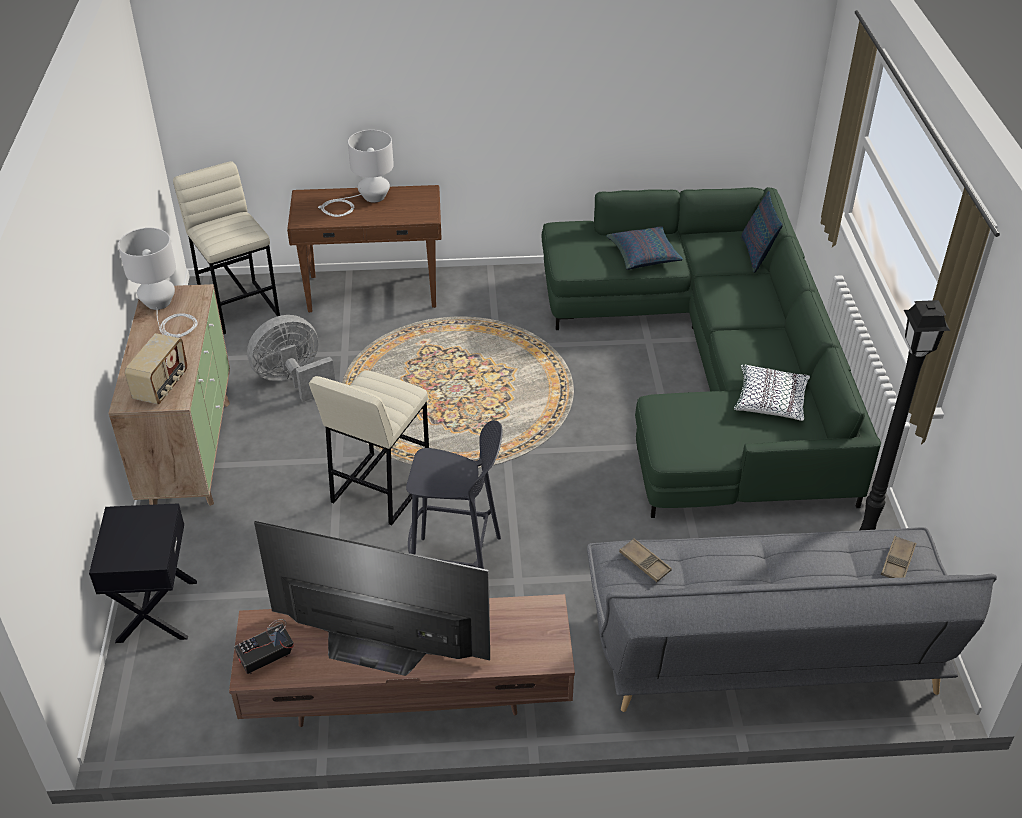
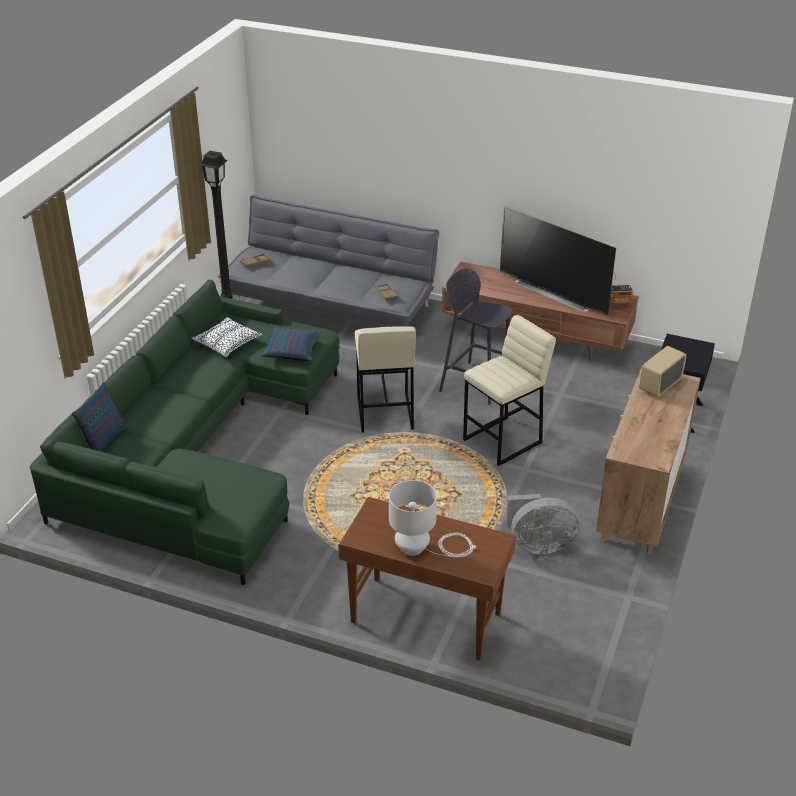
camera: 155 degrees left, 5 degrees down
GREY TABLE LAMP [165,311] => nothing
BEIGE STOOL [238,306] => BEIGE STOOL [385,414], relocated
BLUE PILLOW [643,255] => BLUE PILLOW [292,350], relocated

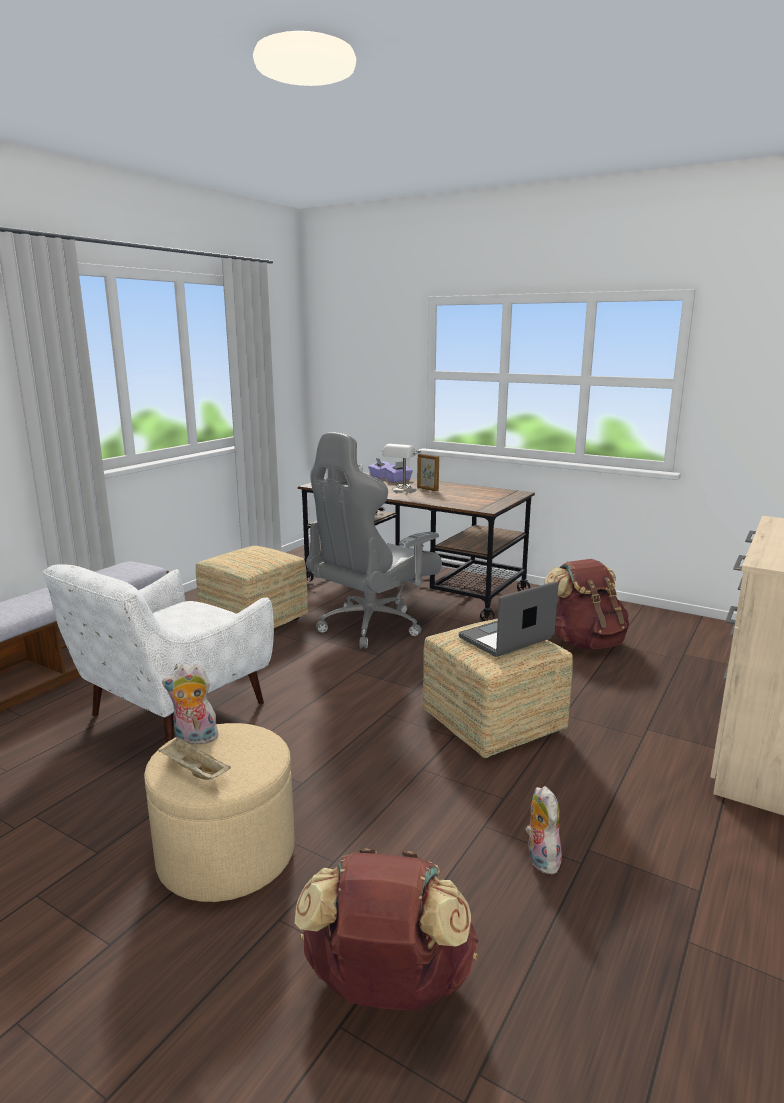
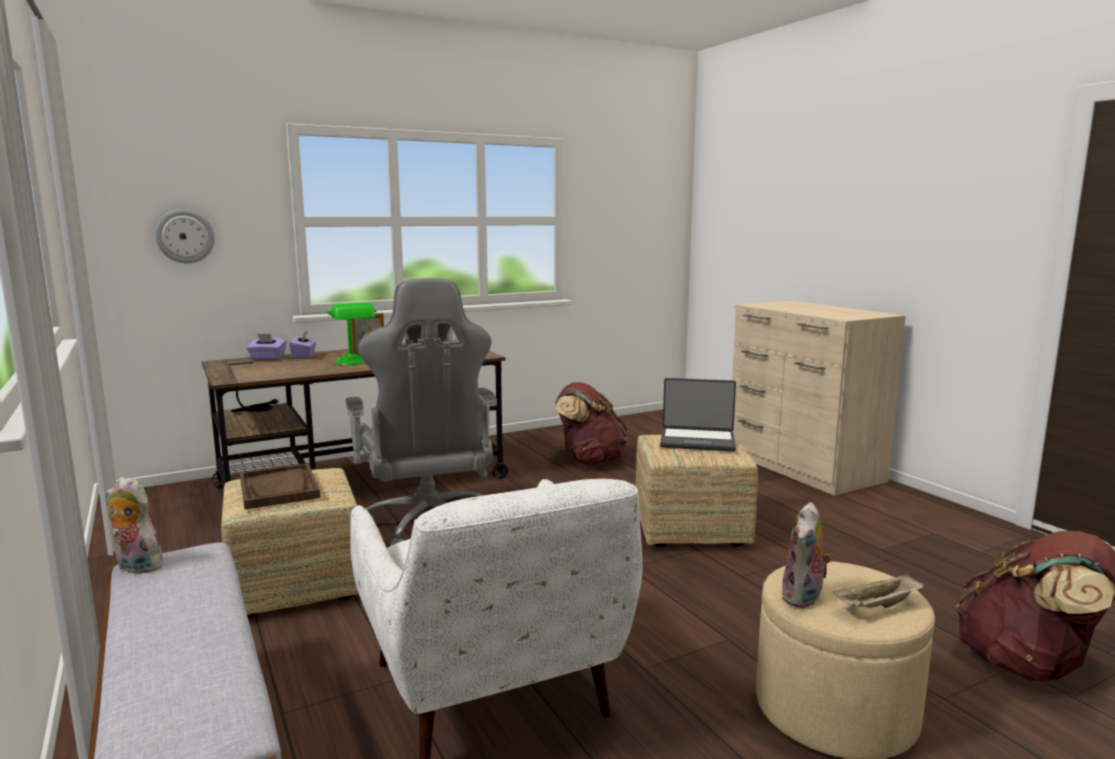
camera: 60 degrees left, 5 degrees down
nothing => WALL CLOCK [185,236]
nothing => BROWN TRAY [279,489]
PLUSH TOY [540,858] => PLUSH TOY [135,567], relocated
WHITE TABLE LAMP [402,491] => GREEN TABLE LAMP [354,362]
LAPTOP [507,639] => LAPTOP [697,441], 75 degrees counterclockwise

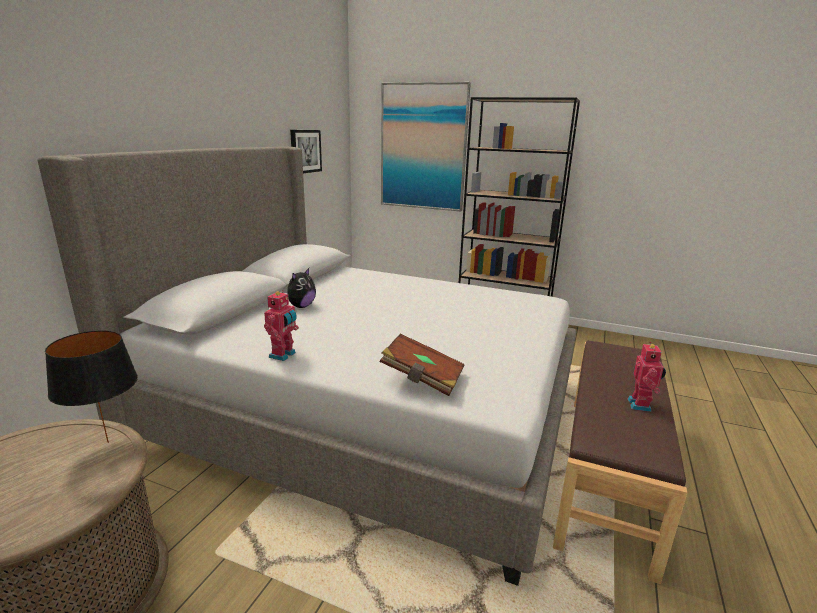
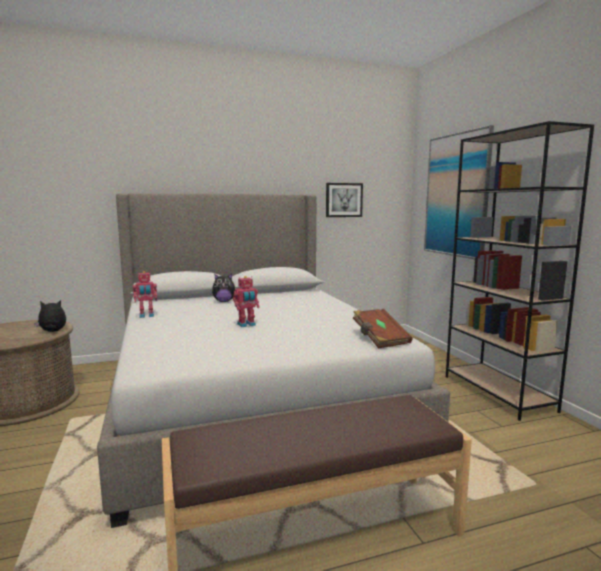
camera: 50 degrees right, 10 degrees down
BROWN BOOK [422,378] => BROWN BOOK [379,339], relocated
TOY ROBOT [641,405] => TOY ROBOT [246,325], relocated
BLACK TABLE LAMP [108,443] => PLUSH TOY [53,332]

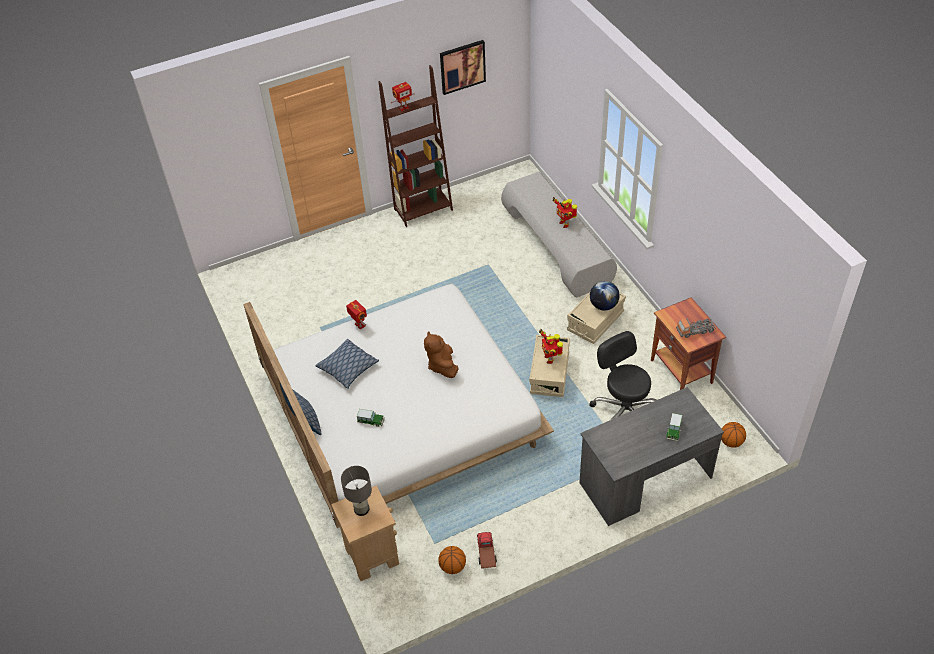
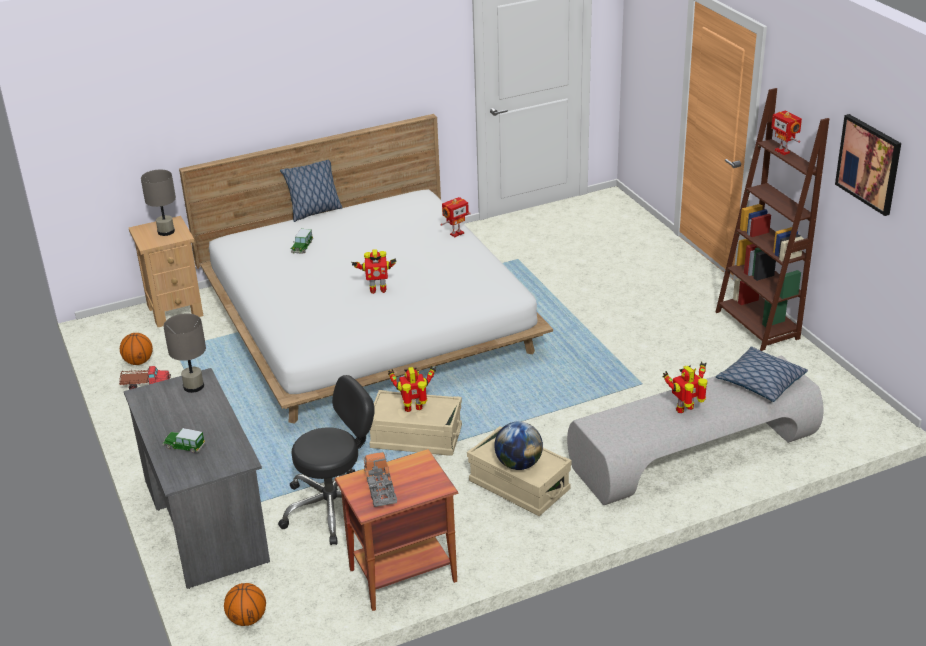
camera: 90 degrees right, 15 degrees down
nothing => GREY TABLE LAMP [193,386]
PILLOW [348,368] => PILLOW [760,382], relocated
BROWN PLUSH TOY [442,366] => TOY ROBOT [377,289]

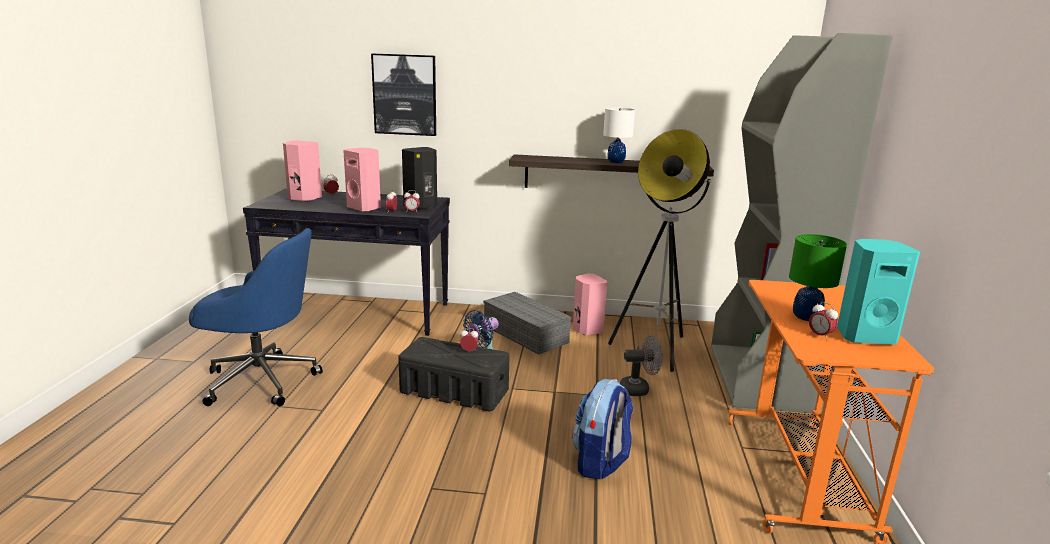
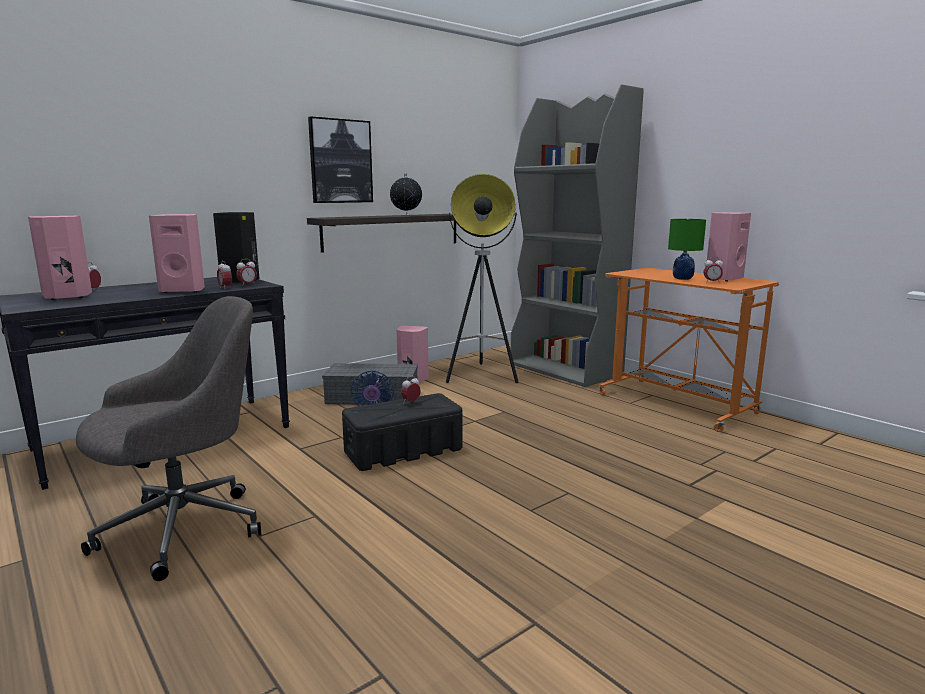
camera: 45 degrees left, 5 degrees down
BACKPACK [601,463] => nothing
GREY FAN [639,389] => nothing
PICTURE [405,95] => PICTURE [340,161], relocated
WHITE TABLE LAMP [615,162] => GLOBE [406,215]
BLUE OFFICE CHAIR [262,381] => GREY OFFICE CHAIR [184,529]
TURQUOISE SPEAKER [864,336] => PINK SPEAKER [722,279]

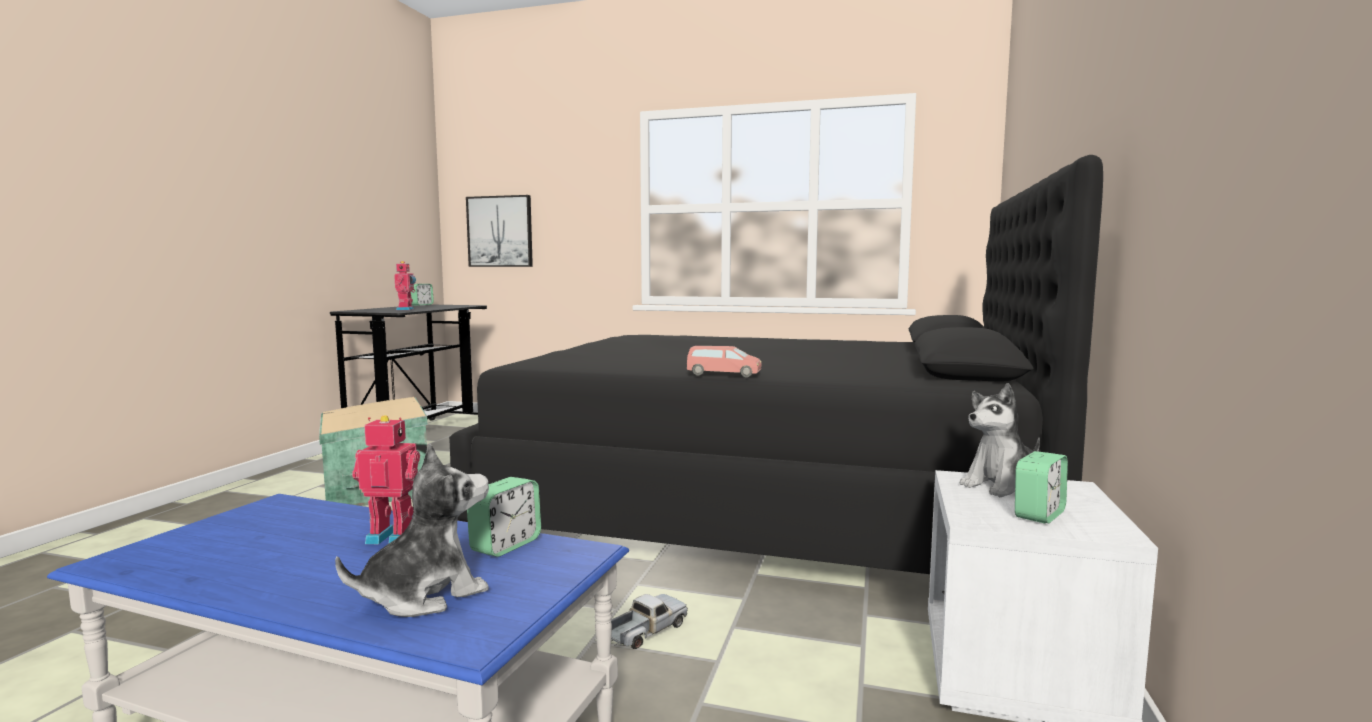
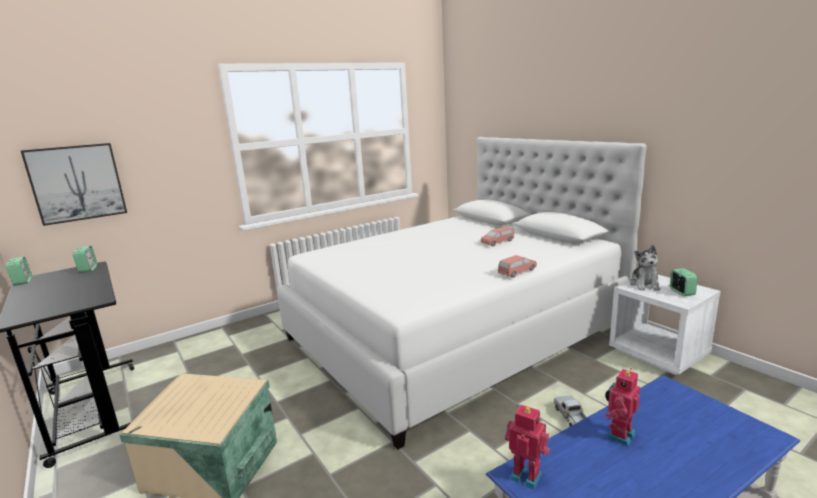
camera: 50 degrees left, 10 degrees up
PLUSH TOY [425,594] => nothing
nothing => PINK TOY CAR [497,242]
TOY ROBOT [406,309] => TOY ROBOT [526,475], relocated
ALARM CLOCK [505,545] => ALARM CLOCK [88,269], relocated
BLACK BED [764,505] => WHITE BED [454,333]

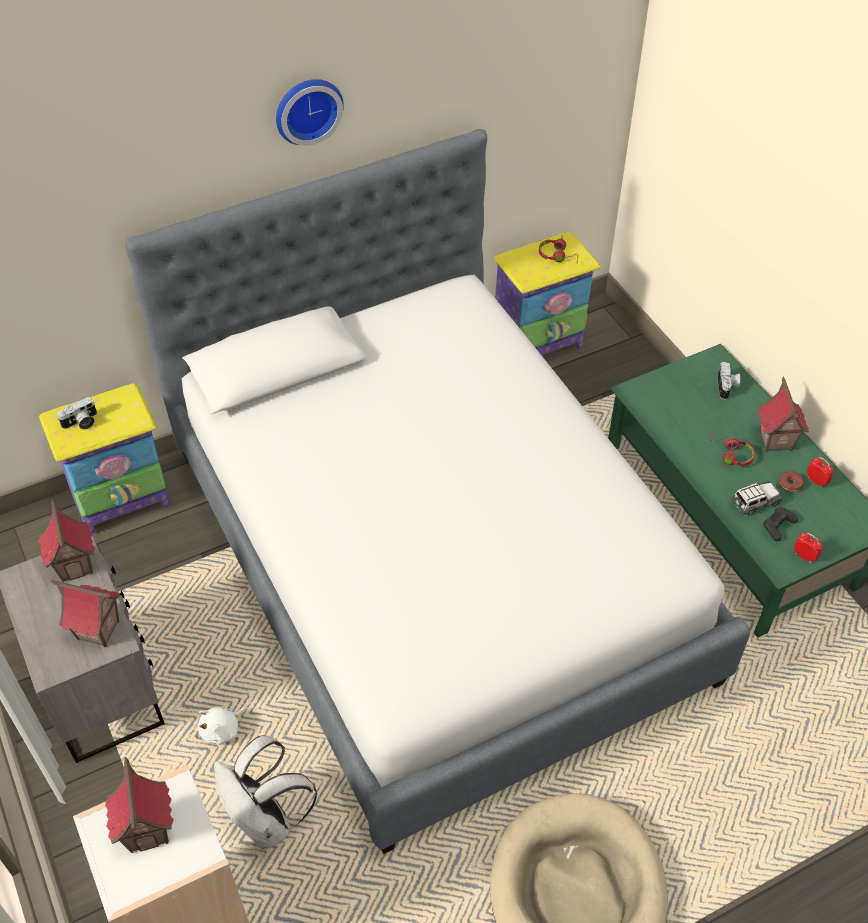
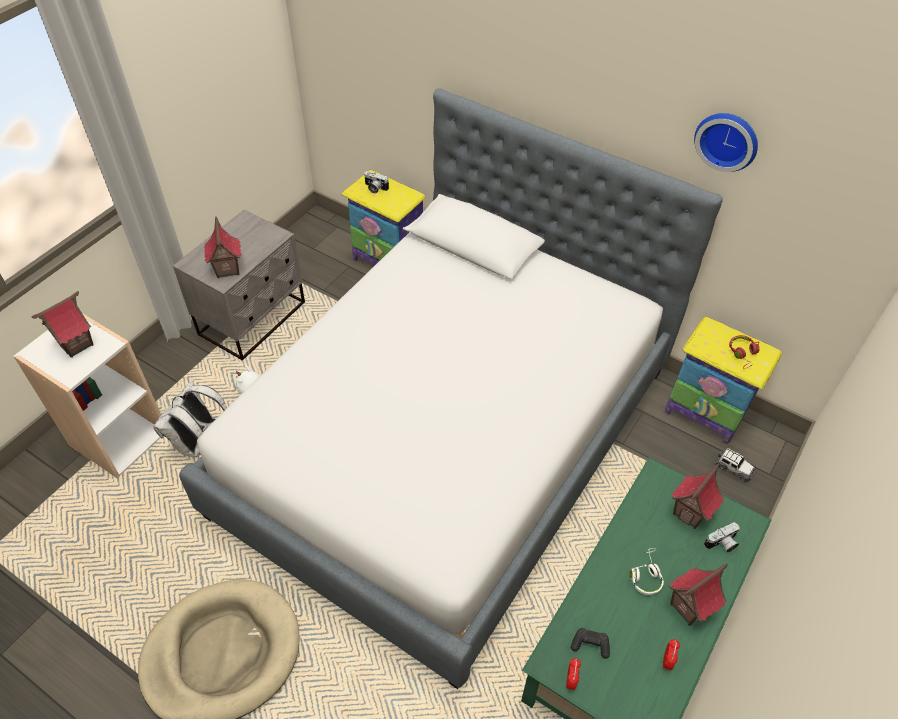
camera: 60 degrees right, 0 degrees up
DONUT [790,484] => nothing
TOY HOUSE [75,565] => TOY HOUSE [690,513], relocated
WALL CLOCK [307,109] => WALL CLOCK [727,140], relocated
TOY CAR [755,502] => TOY CAR [734,468], relocated
RED HEADPHONES [731,454] => WHITE HEADPHONES [645,575]

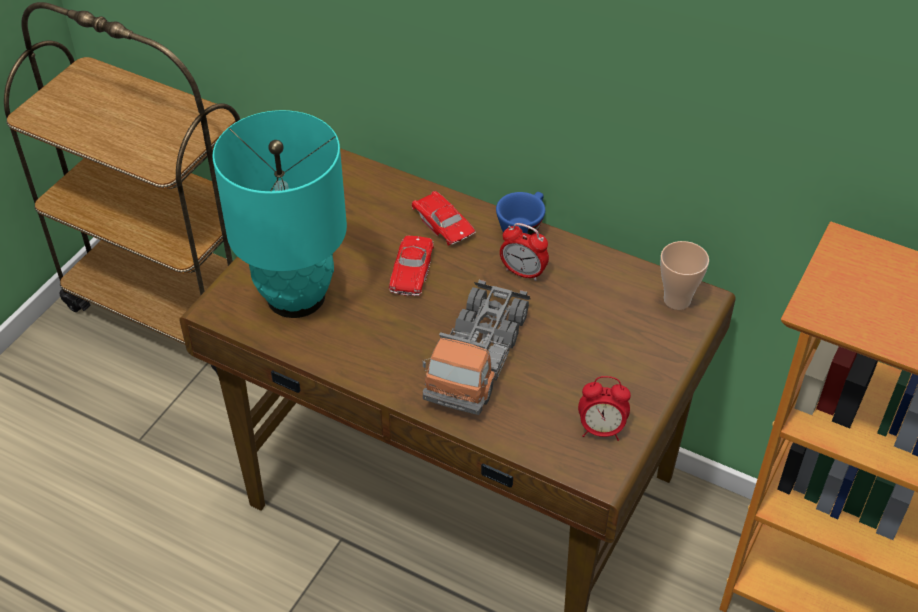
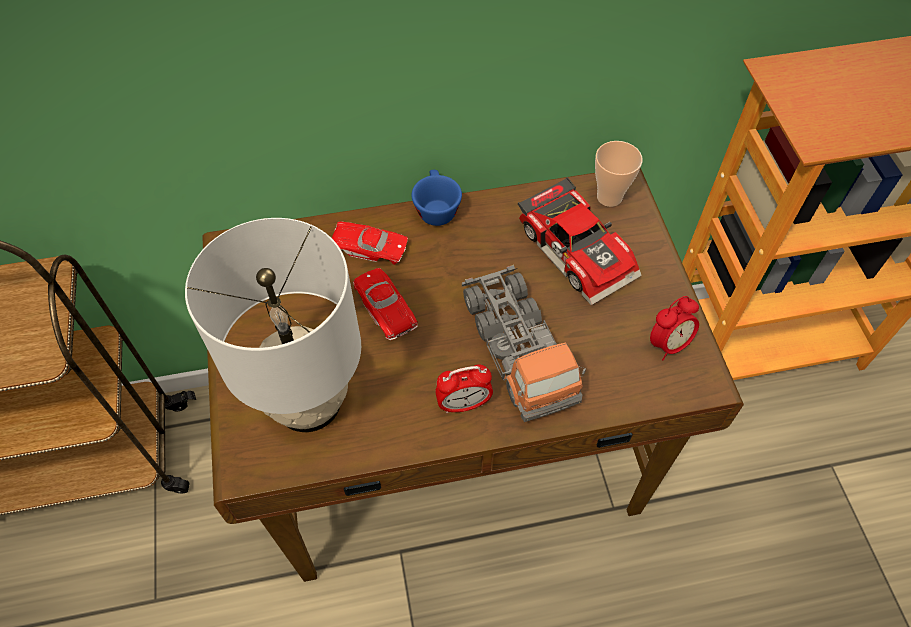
camera: 40 degrees left, 10 degrees up
nothing => TOY CAR [579,249]
ALARM CLOCK [523,272] => ALARM CLOCK [463,404], relocated
TURQUOISE TABLE LAMP [296,296] => WHITE TABLE LAMP [309,402]

